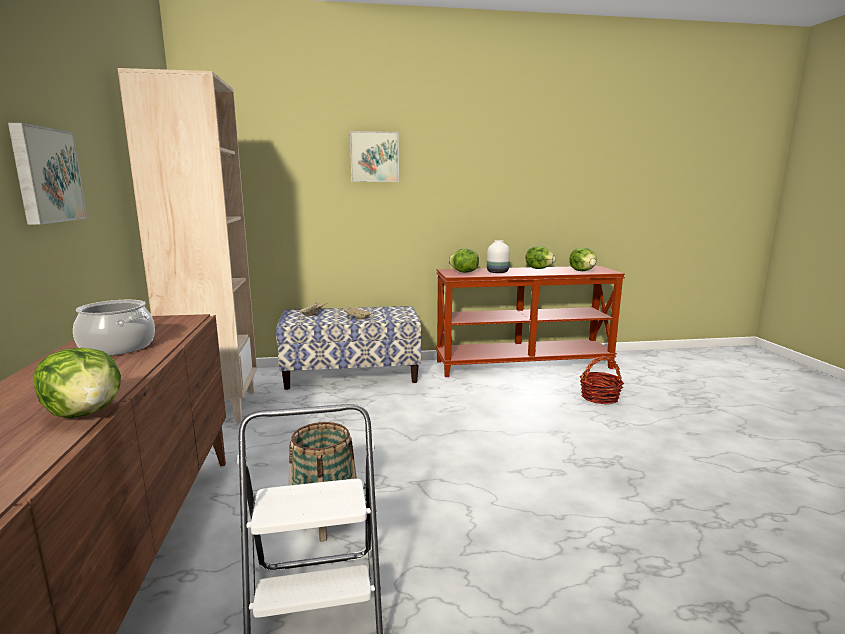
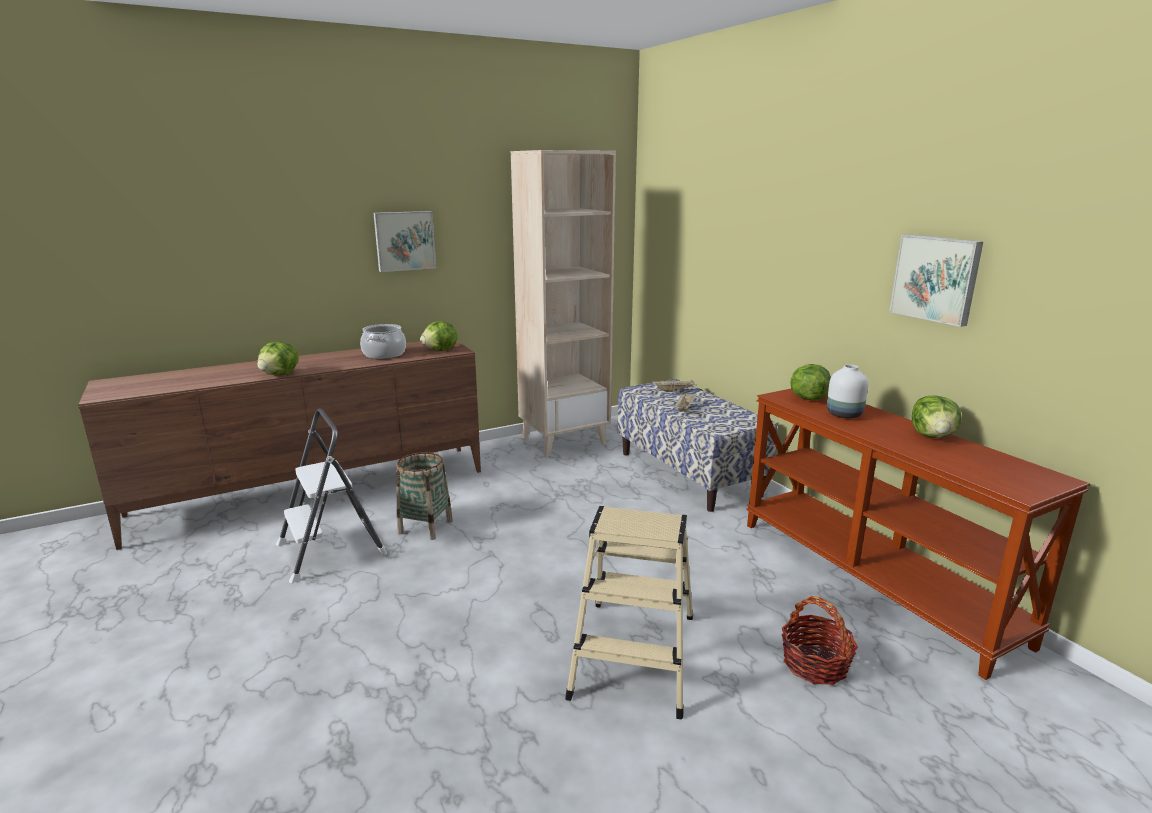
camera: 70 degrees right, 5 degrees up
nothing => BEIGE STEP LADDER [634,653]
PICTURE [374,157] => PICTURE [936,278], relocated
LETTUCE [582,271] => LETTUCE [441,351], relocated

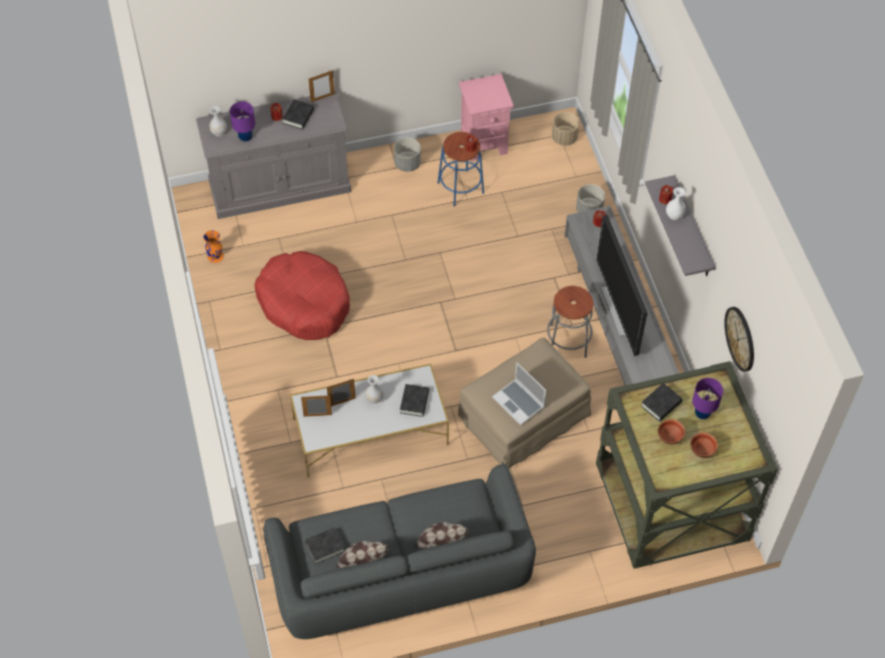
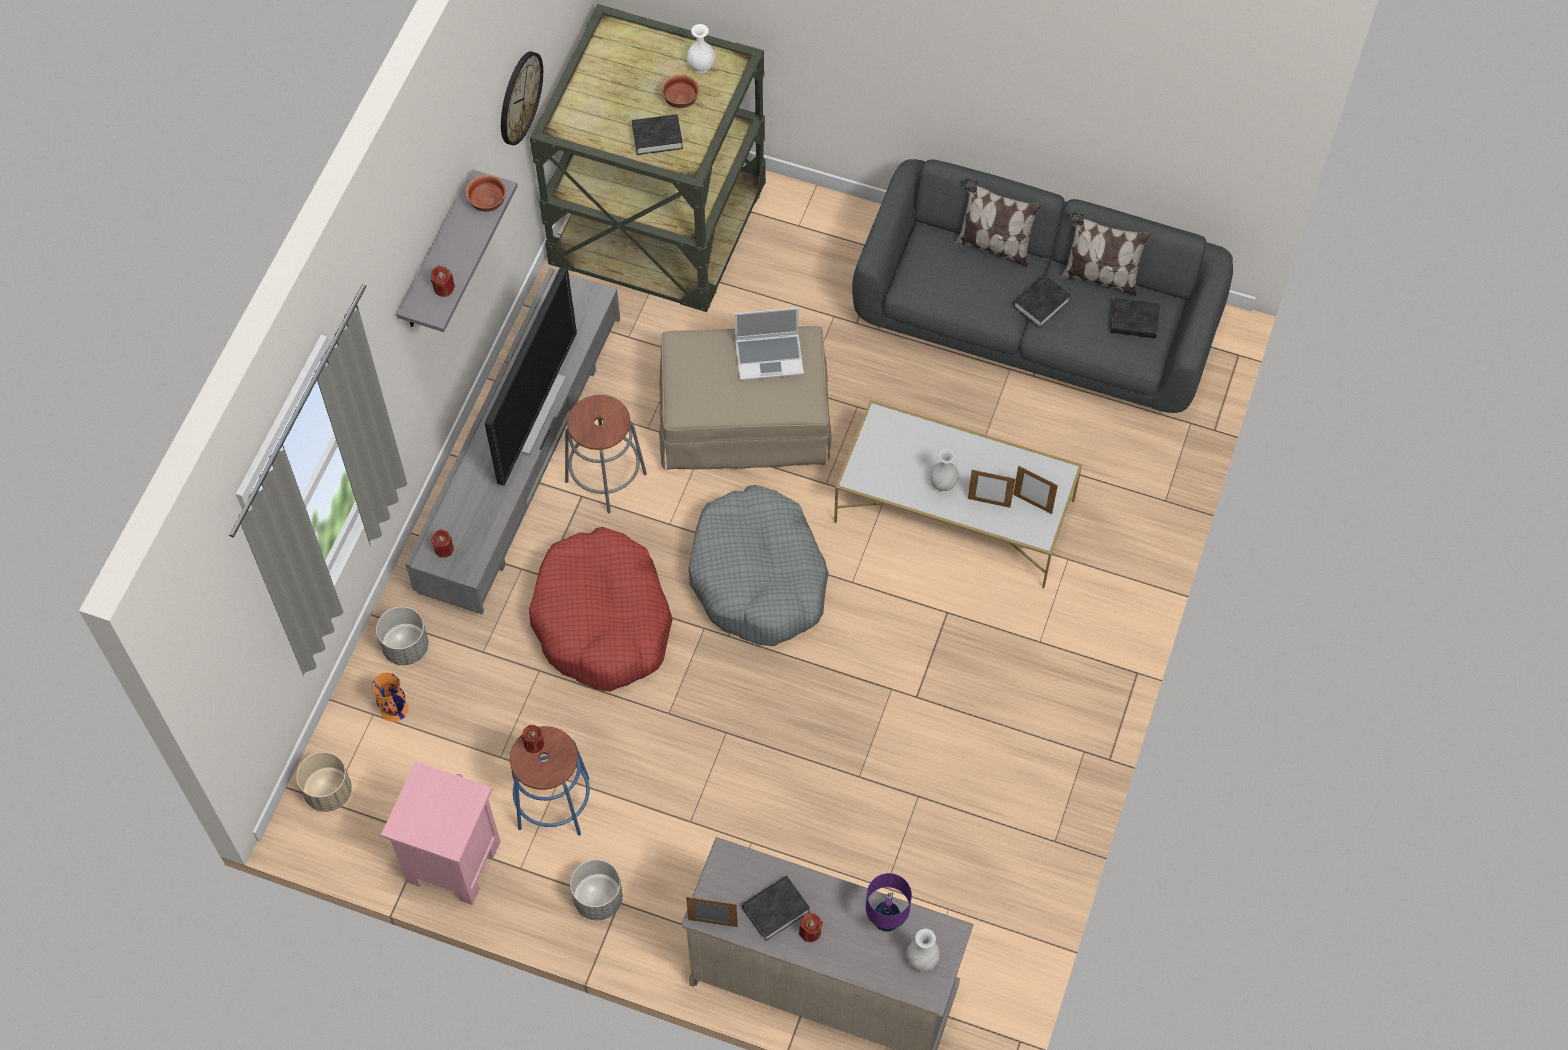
camera: 145 degrees left, 5 degrees up
PURPLE TABLE LAMP [701,414] => nothing
nothing => GREY DOG BED [759,577]
ORANGE VASE [215,256] => ORANGE VASE [393,709], relocated
RED DOG BED [304,303] => RED DOG BED [603,620], relocated
BLACK BOOK [414,402] => BLACK BOOK [1041,304], relocated
WHITE VASE [674,215] => WHITE VASE [701,66], relocated
BOWL [701,450] => BOWL [488,202], relocated
LAPTOP [519,402] => LAPTOP [770,357], 90 degrees clockwise

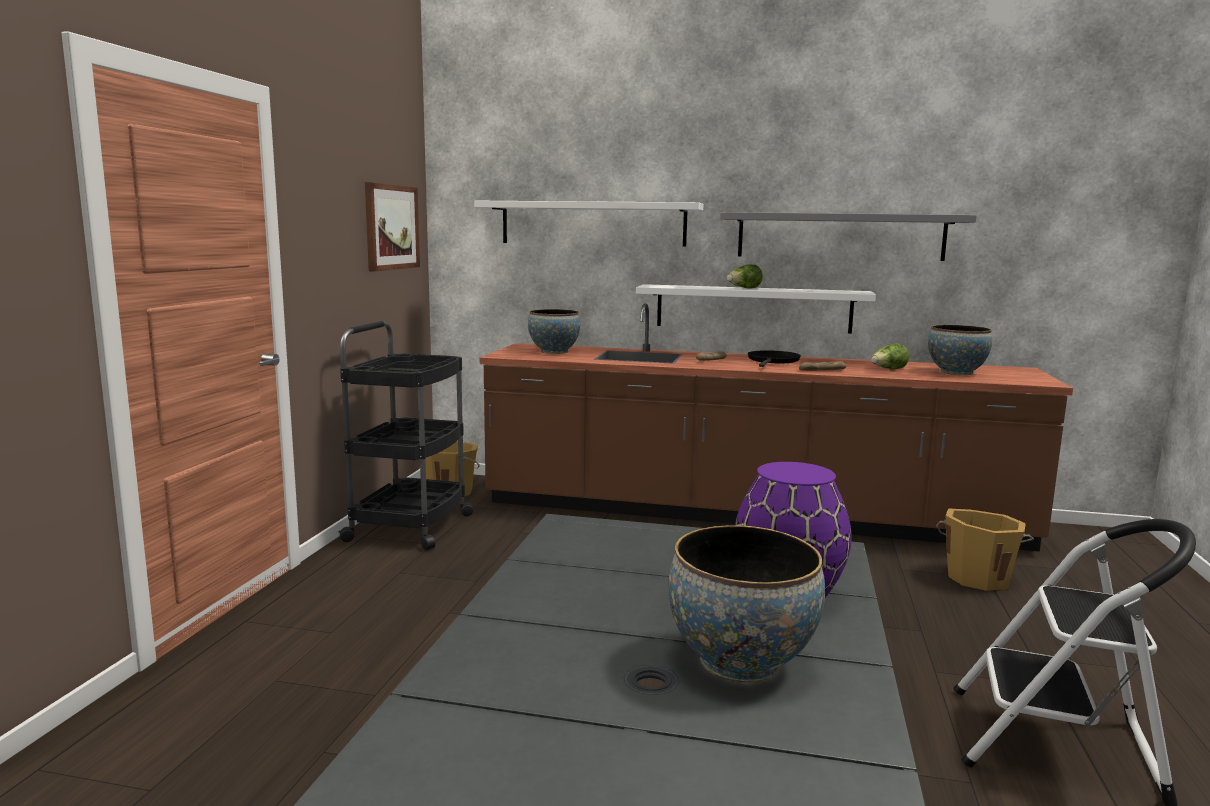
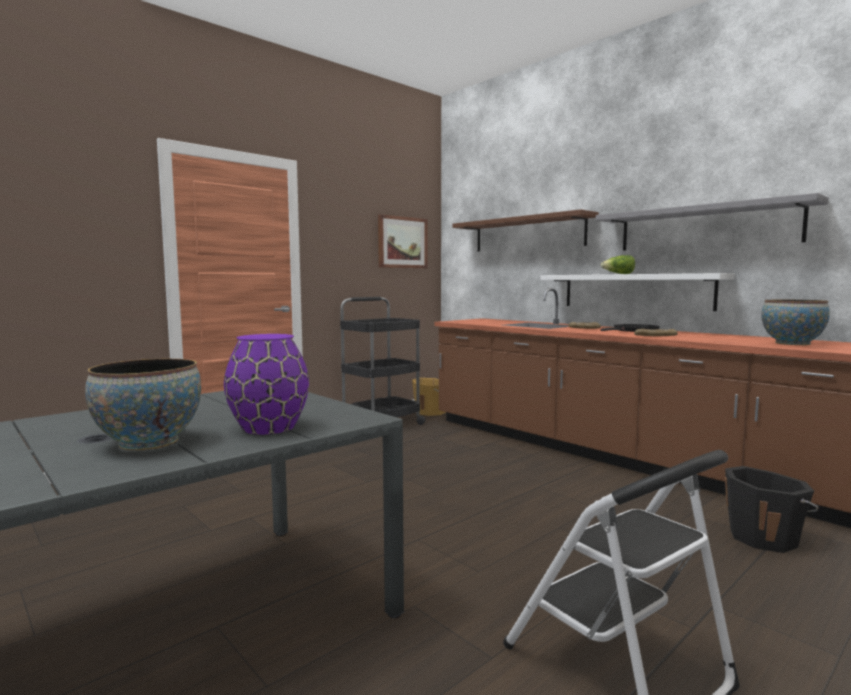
camera: 35 degrees right, 5 degrees down
BOWL [554,352] => nothing
LETTUCE [888,369] => nothing
WHITE SHELF [593,223] => BROWN SHELF [527,234]
ORANGE BUCKET [978,577] => BLACK BUCKET [763,537]

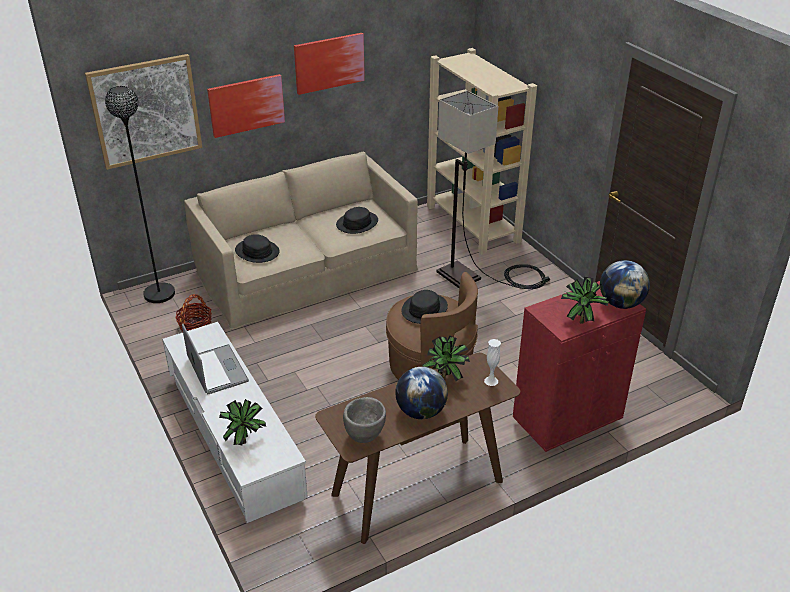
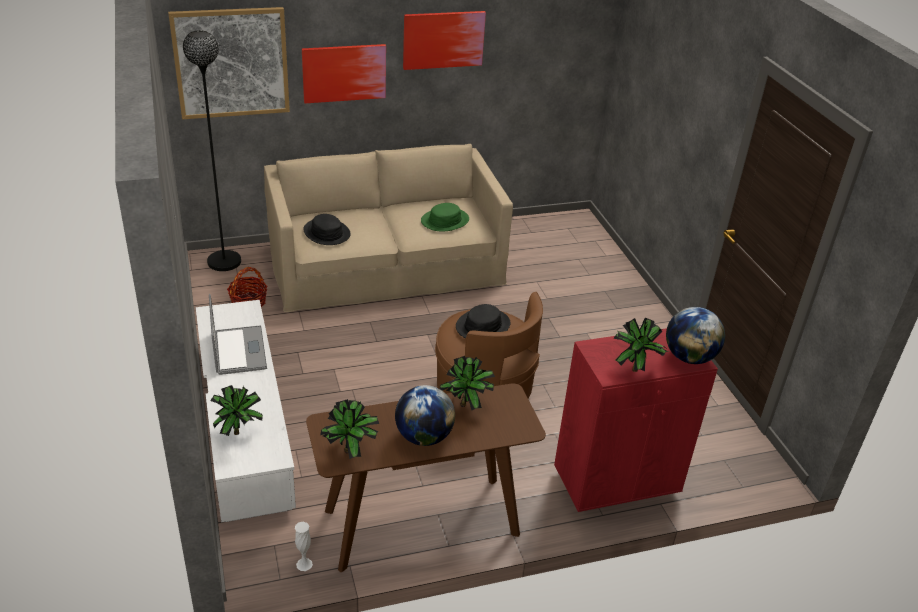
camera: 10 degrees right, 0 degrees up
BEIGE BOOKCASE [473,224] => nothing
FLOOR LAMP [494,277] => nothing
WHITE VASE [491,381] => WHITE VASE [304,564], relocated
GREY BOWL [365,436] => POTTED PLANT [351,452]
BLACK HAT [357,223] => GREEN HAT [444,220]

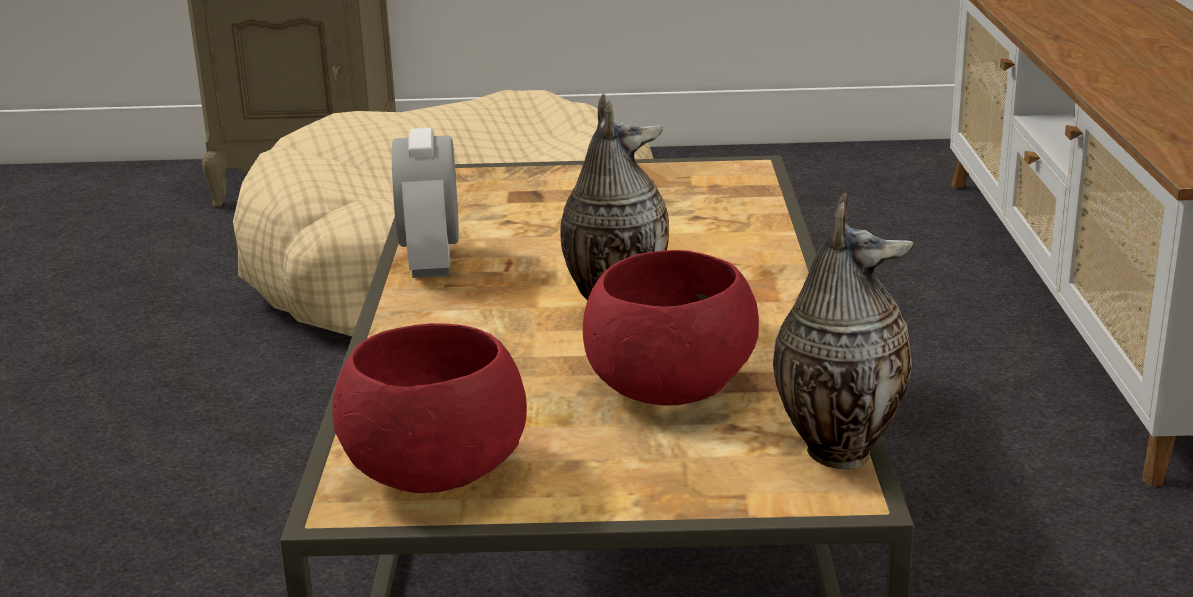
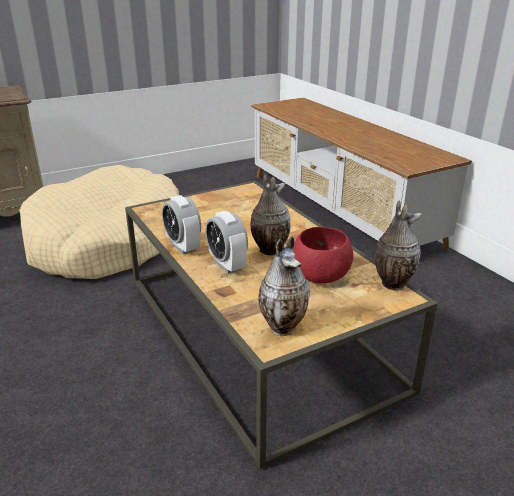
camera: 30 degrees left, 5 degrees up
nothing => ALARM CLOCK [227,265]
RED BOWL [438,471] => VASE [283,327]

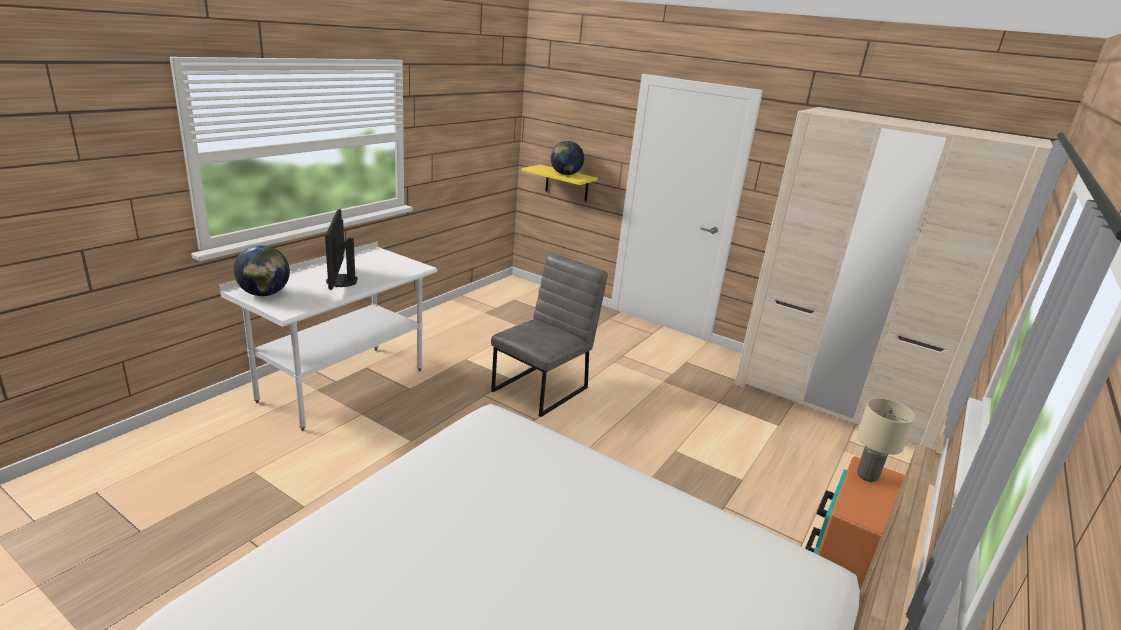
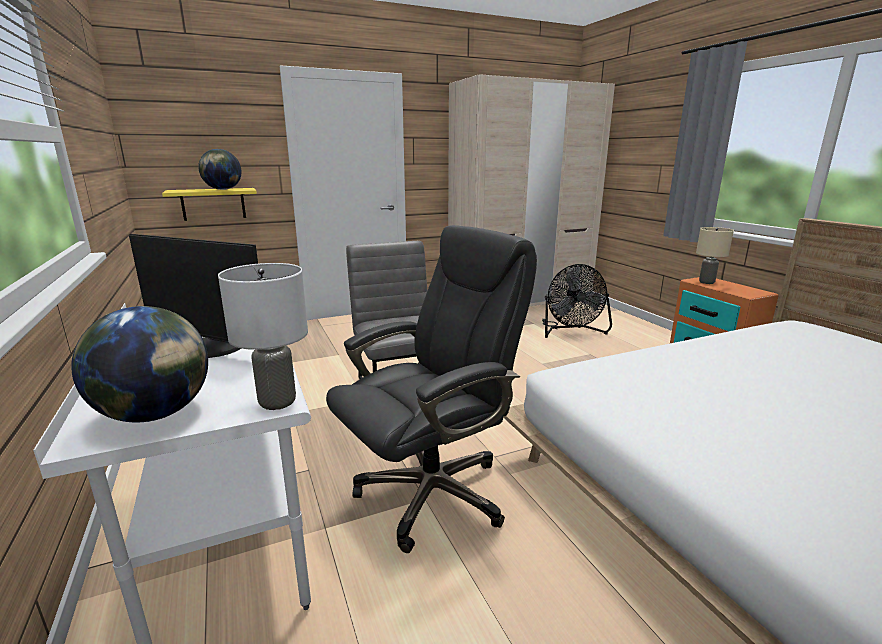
camera: 55 degrees left, 5 degrees down
nothing => WHITE TABLE LAMP [278,403]
nothing => BLACK OFFICE CHAIR [429,496]
nothing => BLACK FAN [568,331]

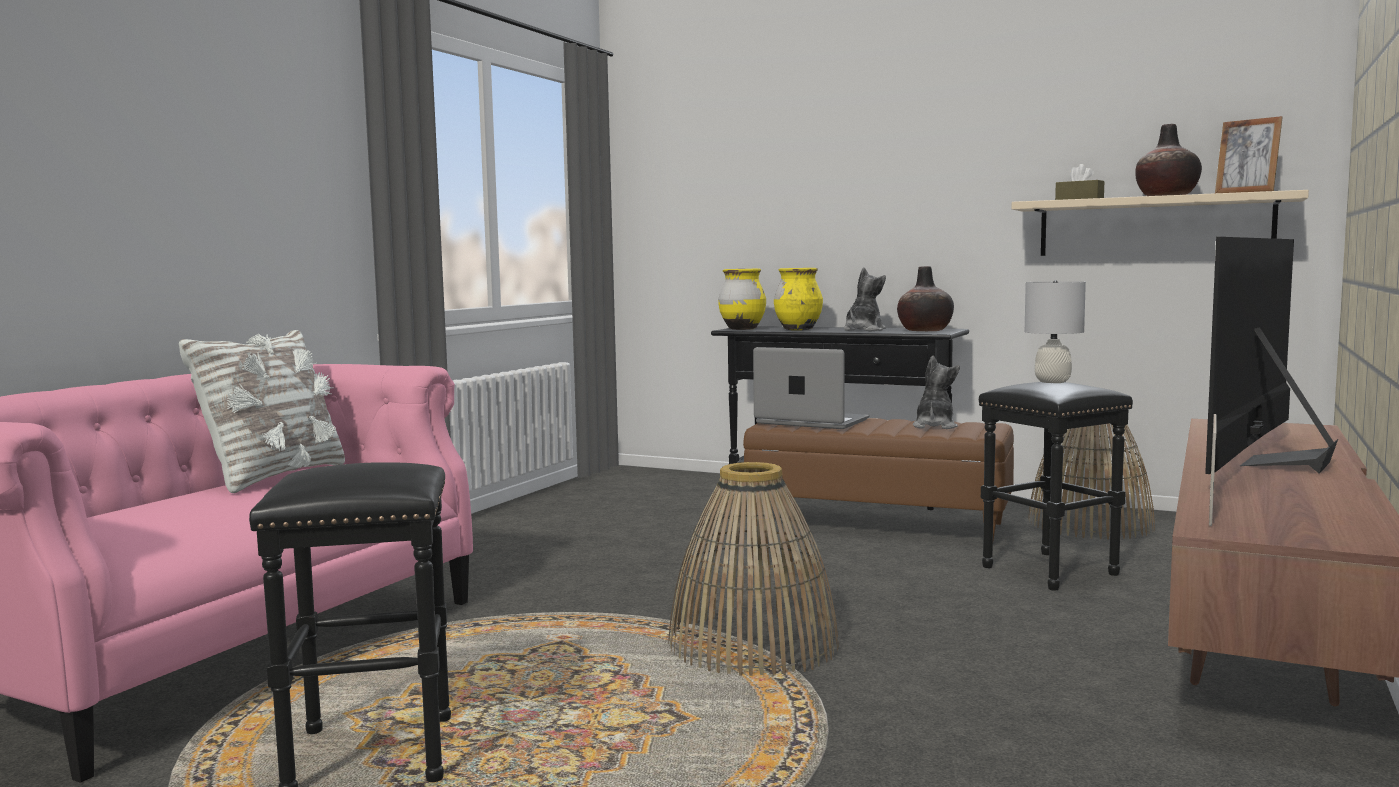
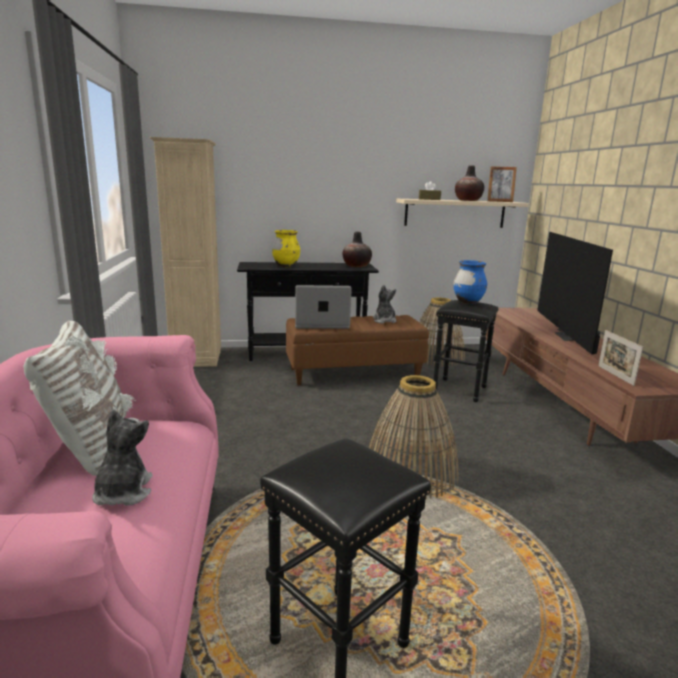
camera: 35 degrees left, 10 degrees up
YELLOW VASE [742,328] => nothing
nothing => BEIGE CABINET [197,358]
PLUSH TOY [863,330] => PLUSH TOY [123,492], relocated
GREY TABLE LAMP [1052,382] => BLUE VASE [468,302]

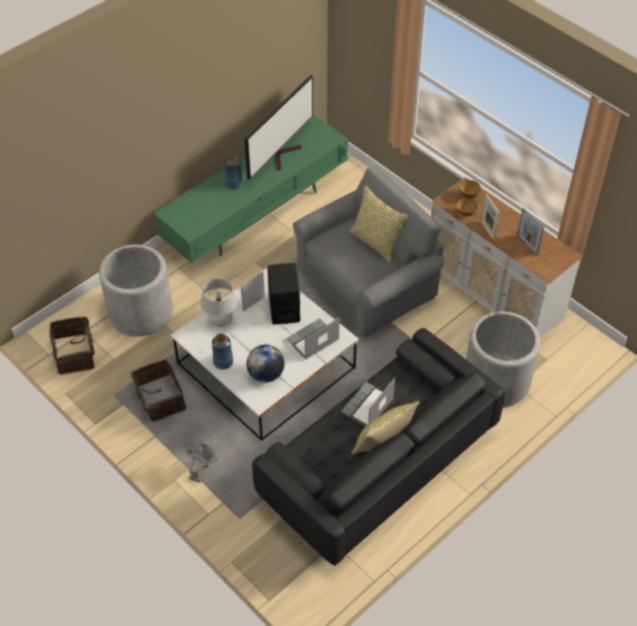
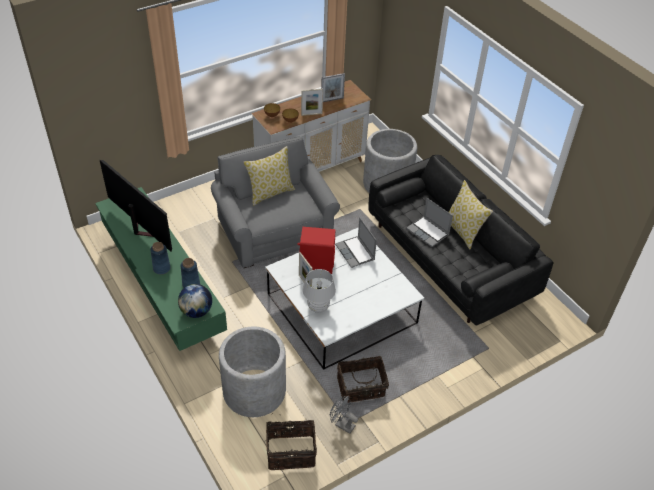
camera: 80 degrees left, 5 degrees down
GREY FAN [200,470] => GREY FAN [342,424], relocated
BLUE VASE [223,362] => BLUE VASE [191,284], relocated
GLOBE [266,374] => GLOBE [196,311], relocated
BLACK SPEAKER [284,308] => RED SPEAKER [316,264]

